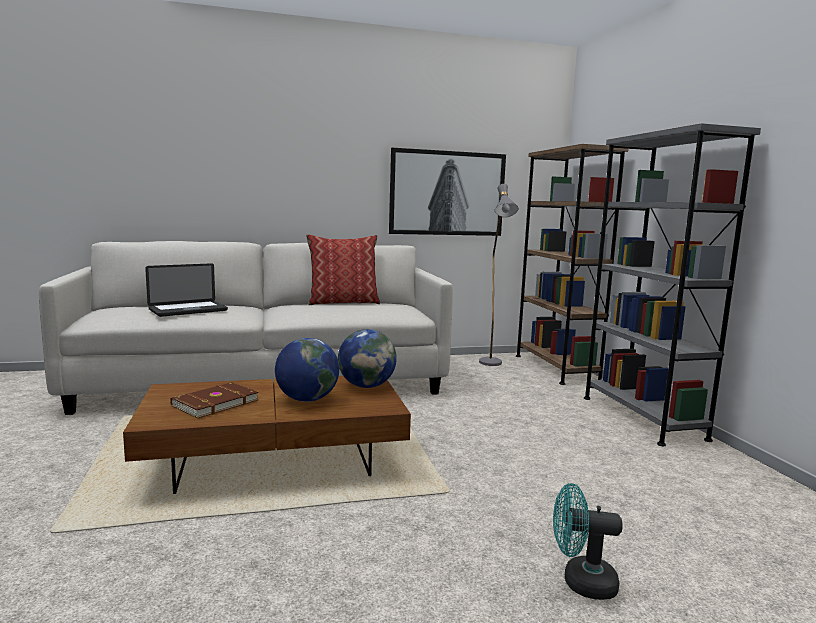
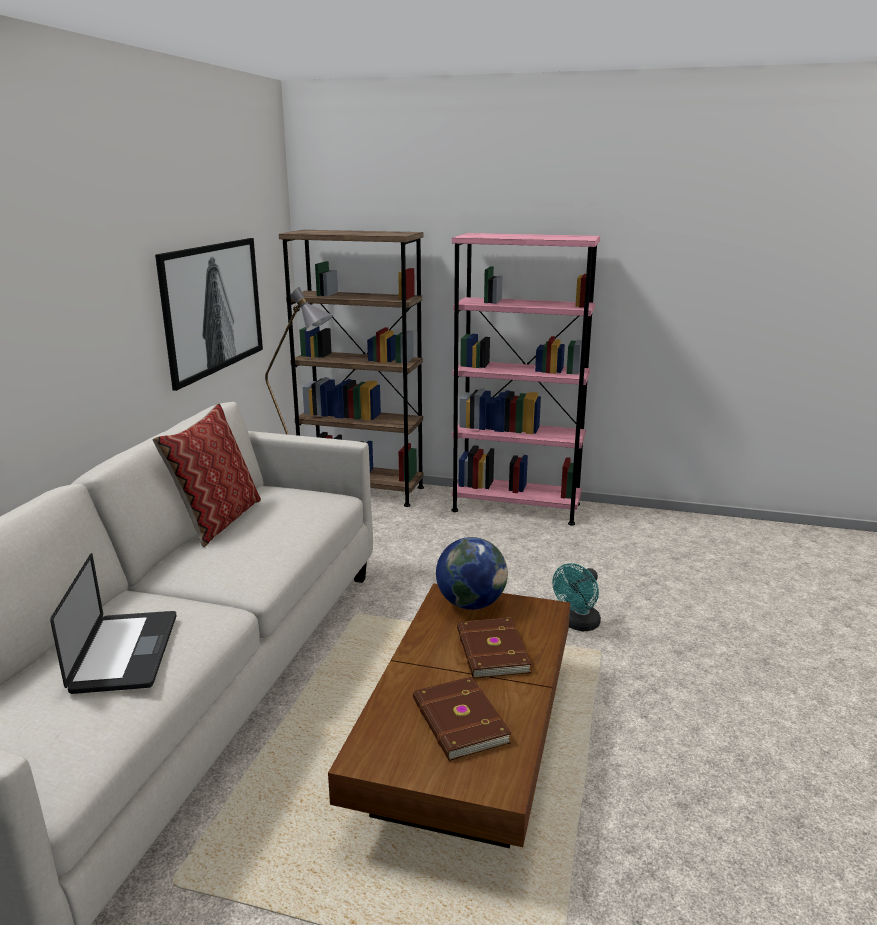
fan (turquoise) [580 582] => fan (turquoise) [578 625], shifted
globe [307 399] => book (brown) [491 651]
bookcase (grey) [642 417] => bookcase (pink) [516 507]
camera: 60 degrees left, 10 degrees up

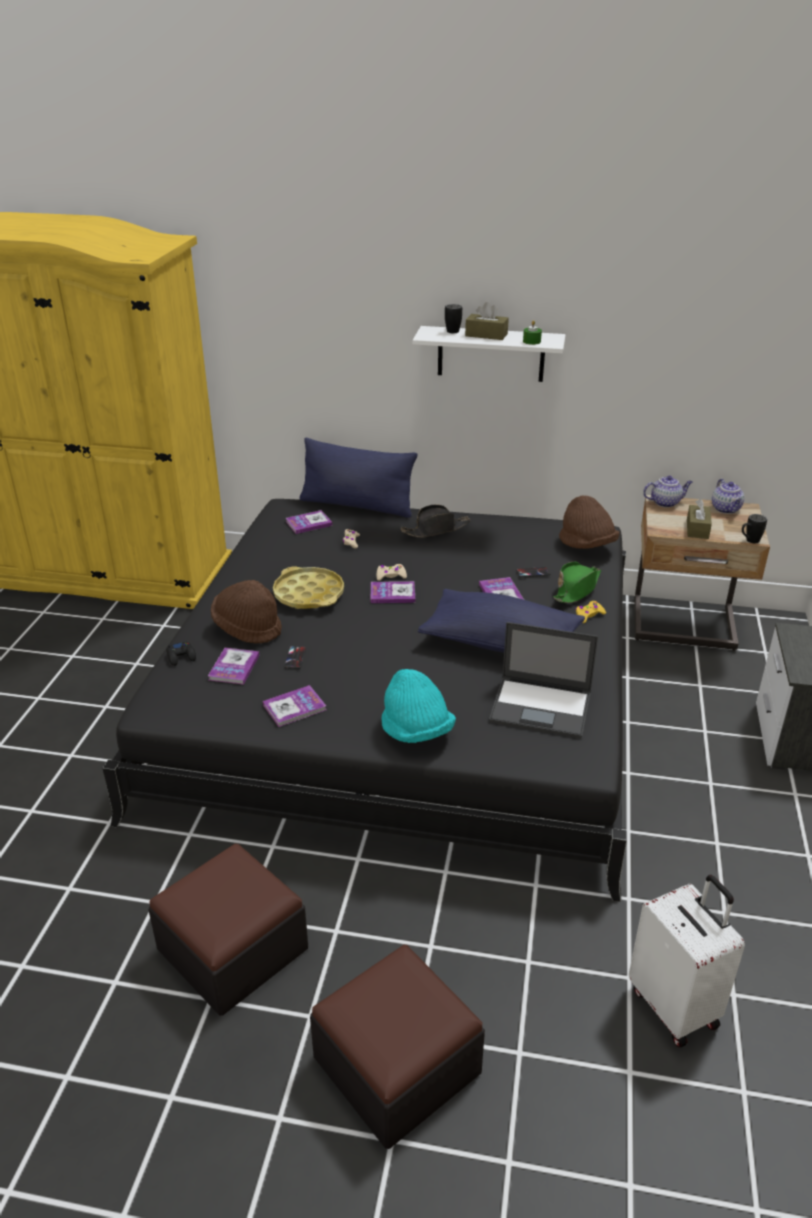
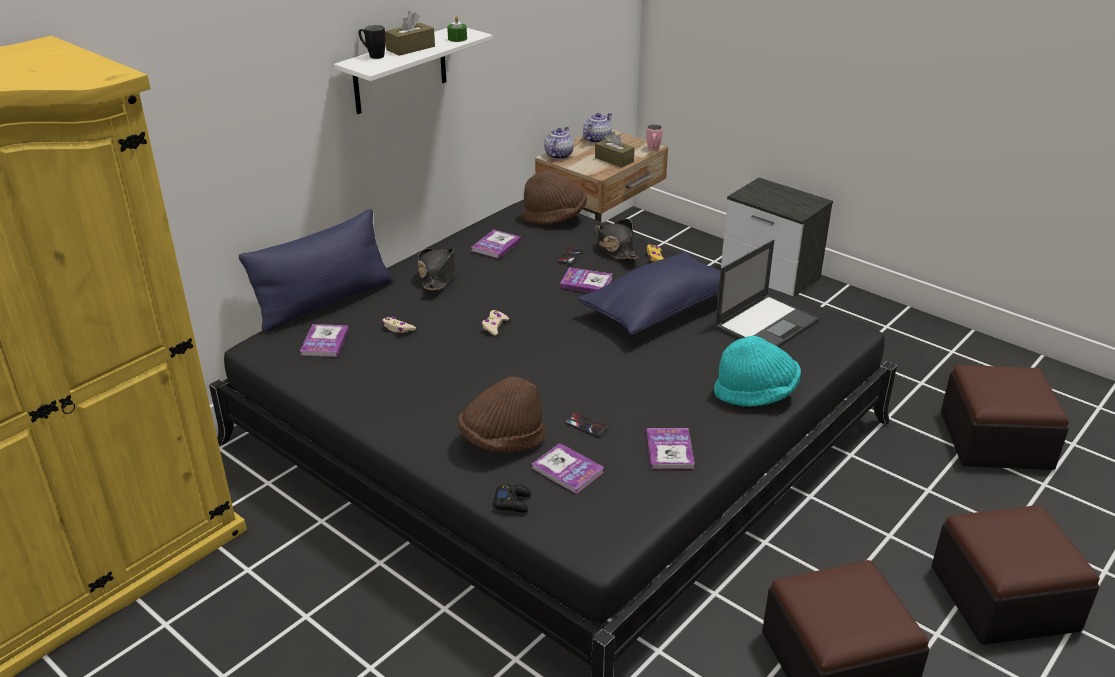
tray (yellow) [309 594] => nothing
book [392 594] => book [496 245], shifted
suitcase (white) [675 1006] => ottoman [995 440]
hat (green) [577 589] => hat (black) [615 247]
mug (black) [749 541] => mug (pink) [653 150]
teapot [726 509] => teapot [597 139], 75 degrees counterclockwise
camera: 60 degrees left, 0 degrees up

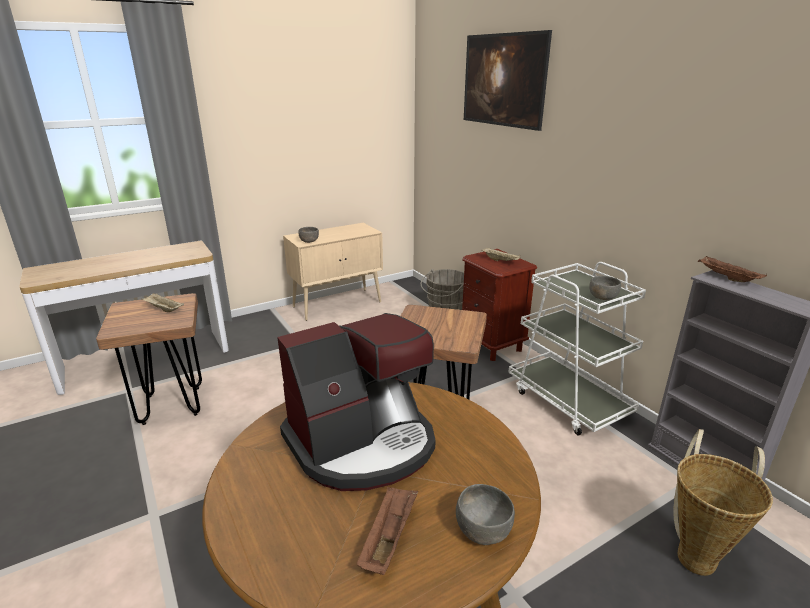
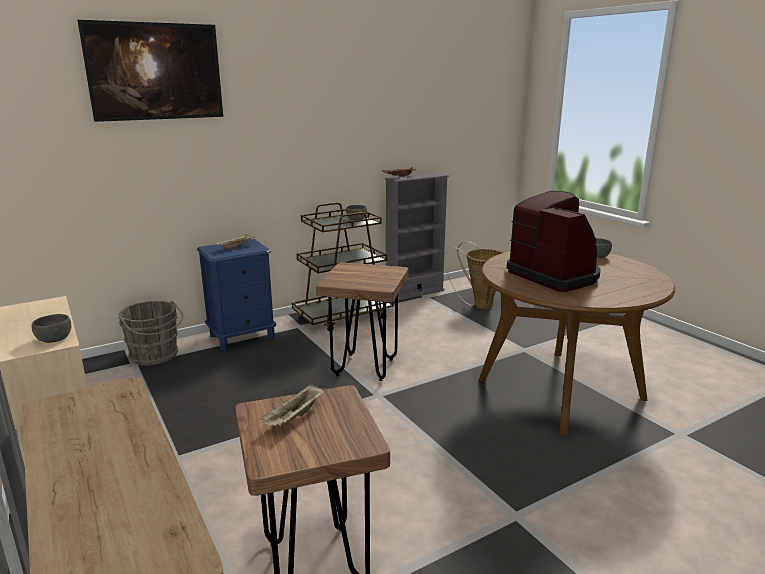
tray (brown) [388 538] => nothing
nightstand (brown) [491 344] => nightstand (blue) [242 336]
cart (white) [568 401] => cart (brown) [343 316]
camera: 90 degrees left, 5 degrees down

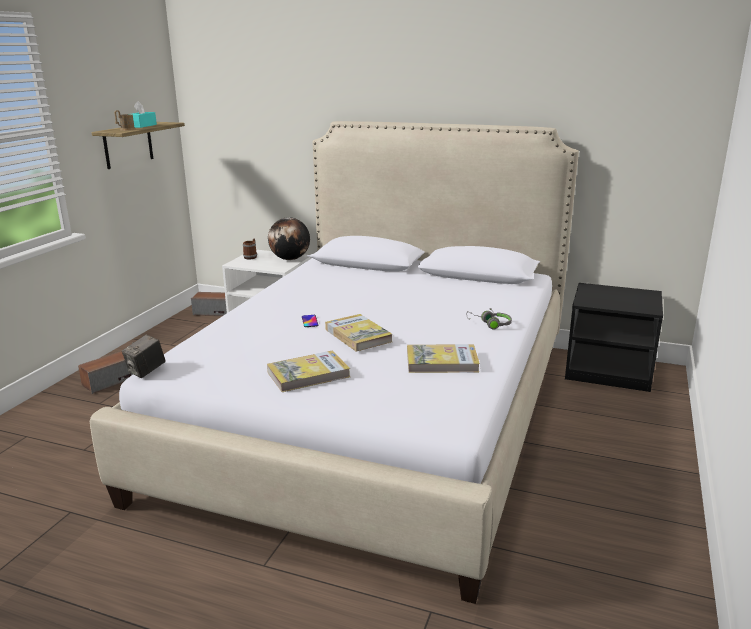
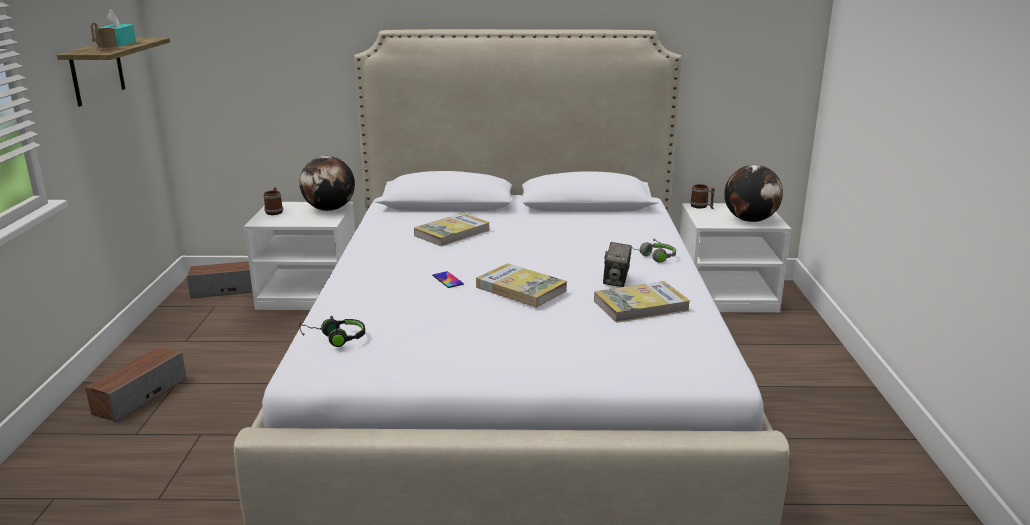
nothing => headphones (black) [335 339]
nothing => mug [702 206]
nothing => globe [750 220]
photo camera [146 371] => photo camera [616 281], shifted
book [308 374] => book [452 233], shifted
nightstand (black) [609 371] => nightstand (white) [726 296]
camera: 20 degrees left, 0 degrees up

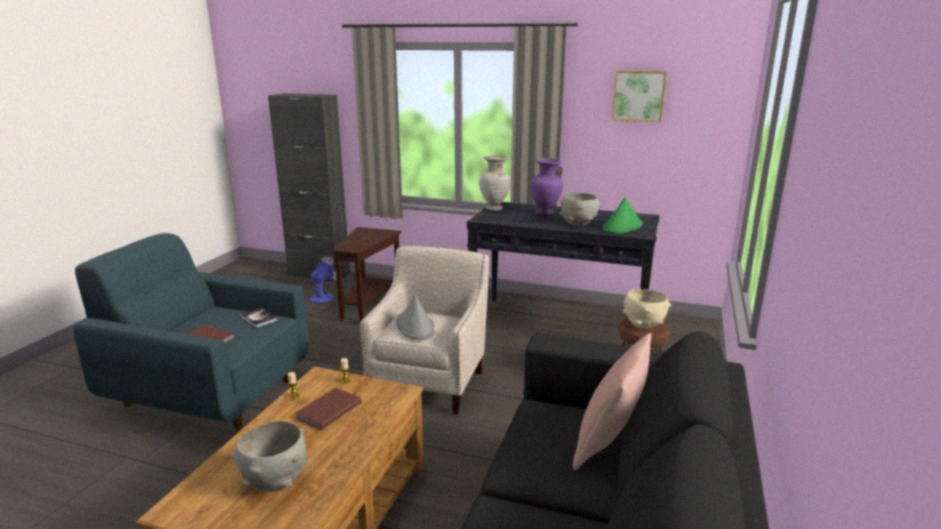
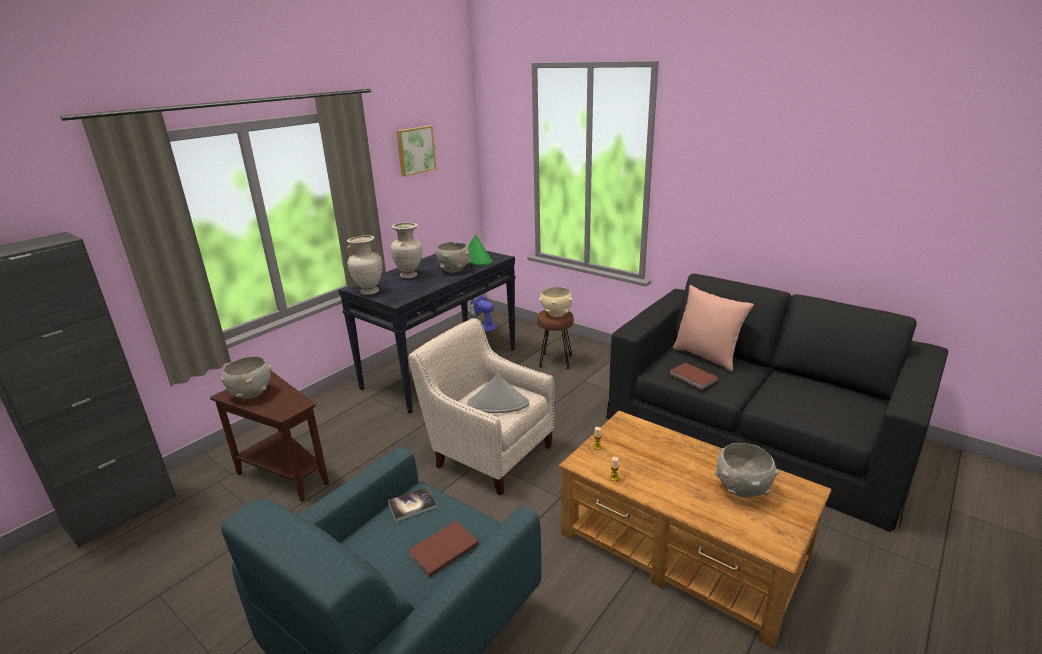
nothing => bowl (grey) [251 394]
book (brown) [327 410] => book (brown) [693 378], shifted
fan [324 296] => fan [483 326], shifted
vase (purple) [545 213] => vase (beige) [409 276]
camera: 70 degrees left, 5 degrees up

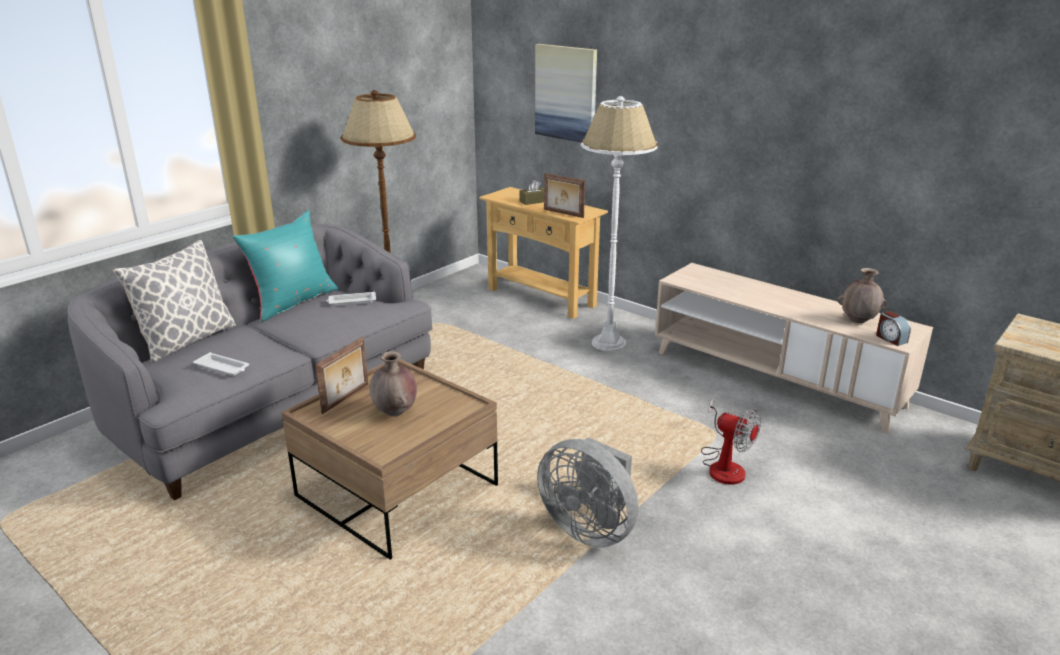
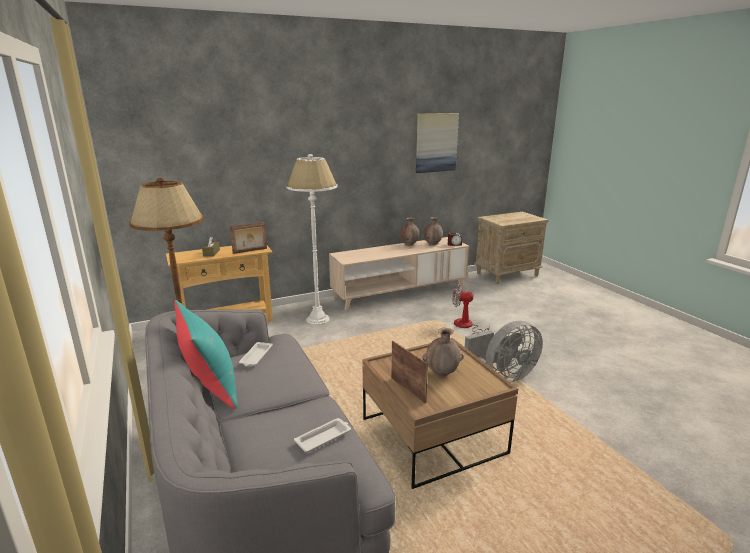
pillow [187 340] => nothing
nothing => vase (brown) [409 244]
picture [566 93] => picture [436 142], shifted
fan [724 465] => fan [466 327], 135 degrees counterclockwise
camera: 65 degrees left, 5 degrees down

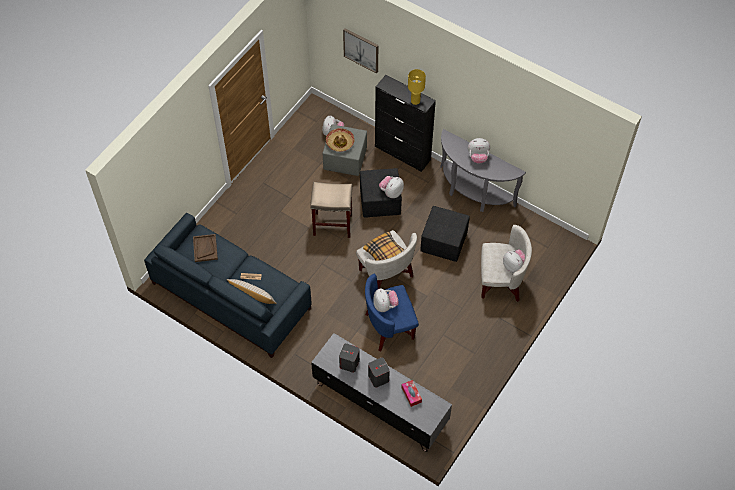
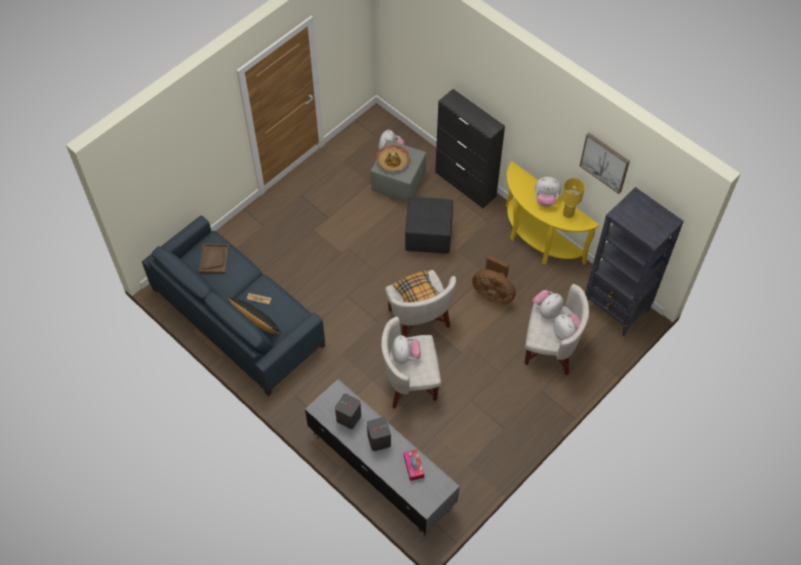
stool (beige) [333 224] => nothing
nothing => bookcase (black) [616 308]
picture [361 50] => picture [605 162], shifted
plush toy [391 192] => plush toy [546 310], shifted
table lamp (yellow) [415 101] => table lamp (yellow) [568 213], shifted
ottoman (black) [444 243] => fan (brown) [493 293]
pillow (beige) [252 296] => pillow (black) [256 322]
armchair (blue) [389 327] => armchair (white) [410 382]
console table (grey) [472 193] => console table (yellow) [537 241]
camera: 10 degrees right, 0 degrees up

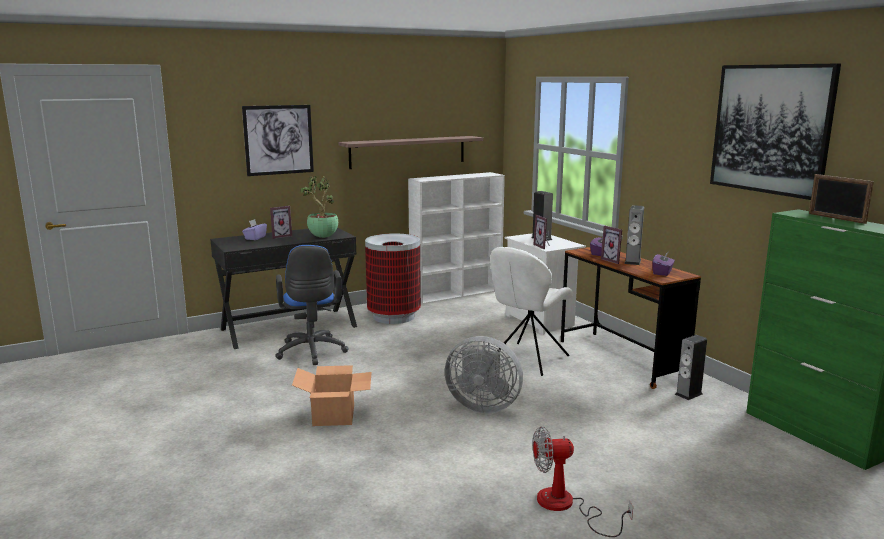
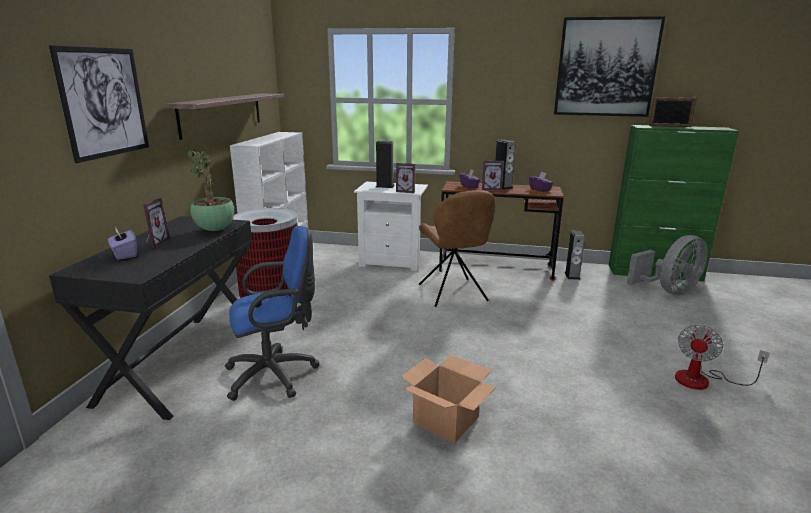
fan (grey) [482 406] => fan (grey) [668 291], shifted
chair (white) [527 360] => chair (brown) [453 294]
office chair (blue) [311 353] => office chair (blue) [276 374], 45 degrees counterclockwise
camera: 50 degrees left, 5 degrees up

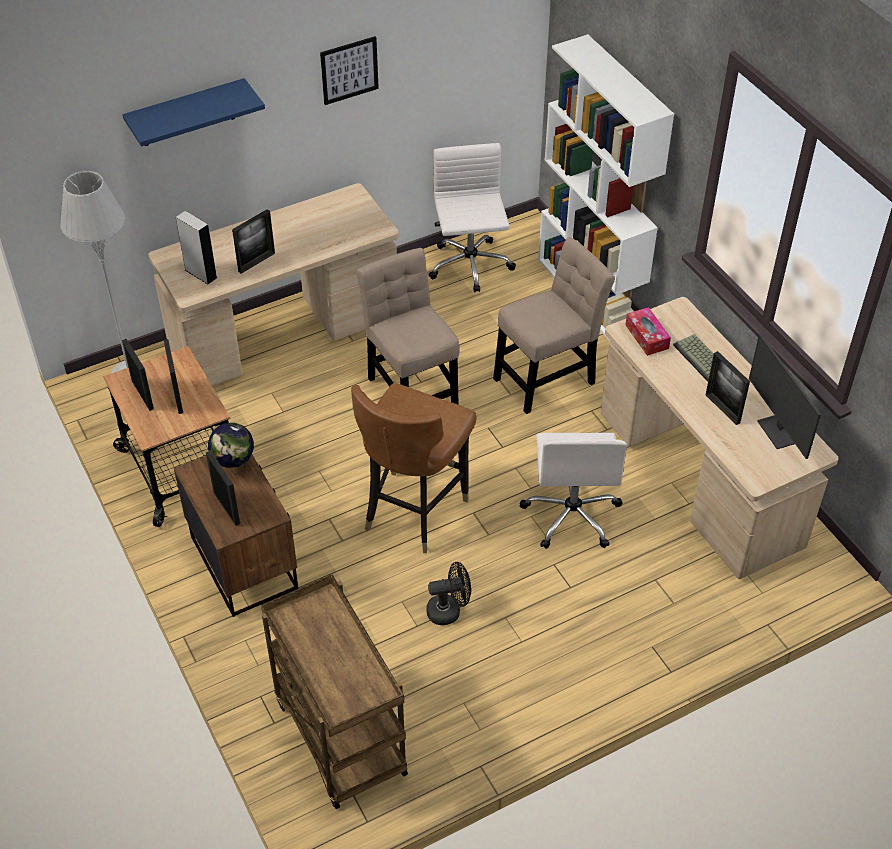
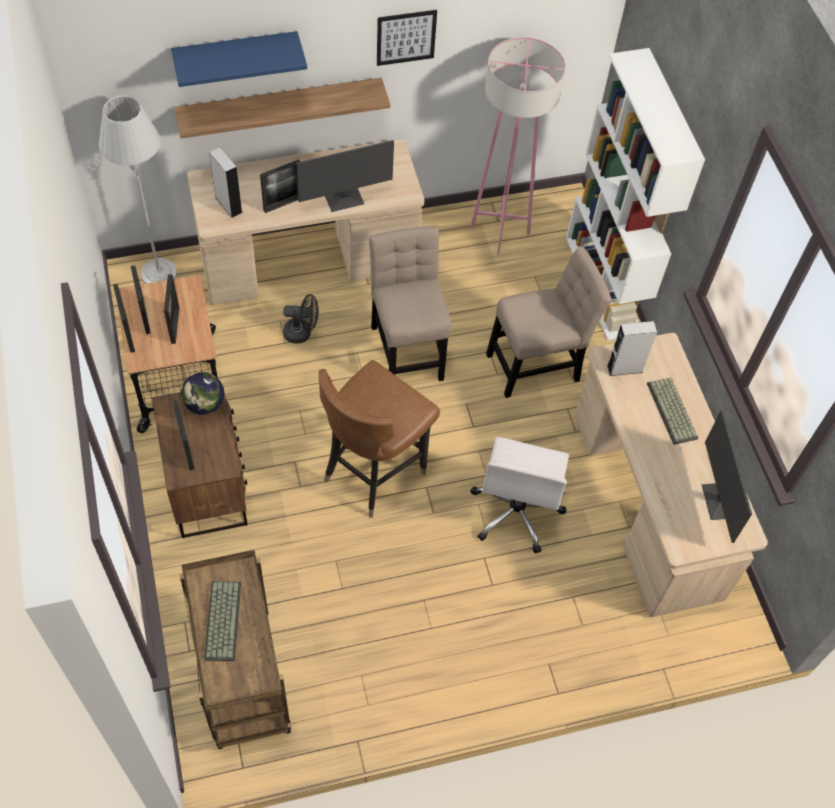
nothing => shelf [280 106]
nothing => keyboard [221 620]
nothing => monitor [344 198]
fan (black) [449 610] => fan (black) [302 333], shifted
picture frame [722 409] => picture frame [128 334], shifted
office chair (white) [470 266] => floor lamp (pink) [499 231]
tissue box [647 336] => speaker (grey) [624 368]
camera: 10 degrees right, 10 degrees up

